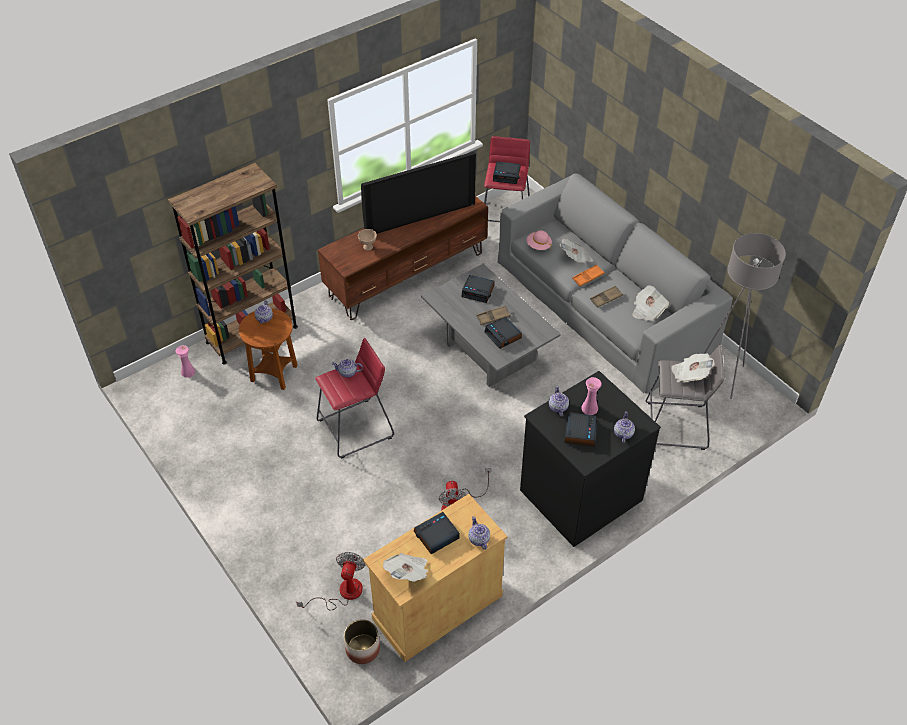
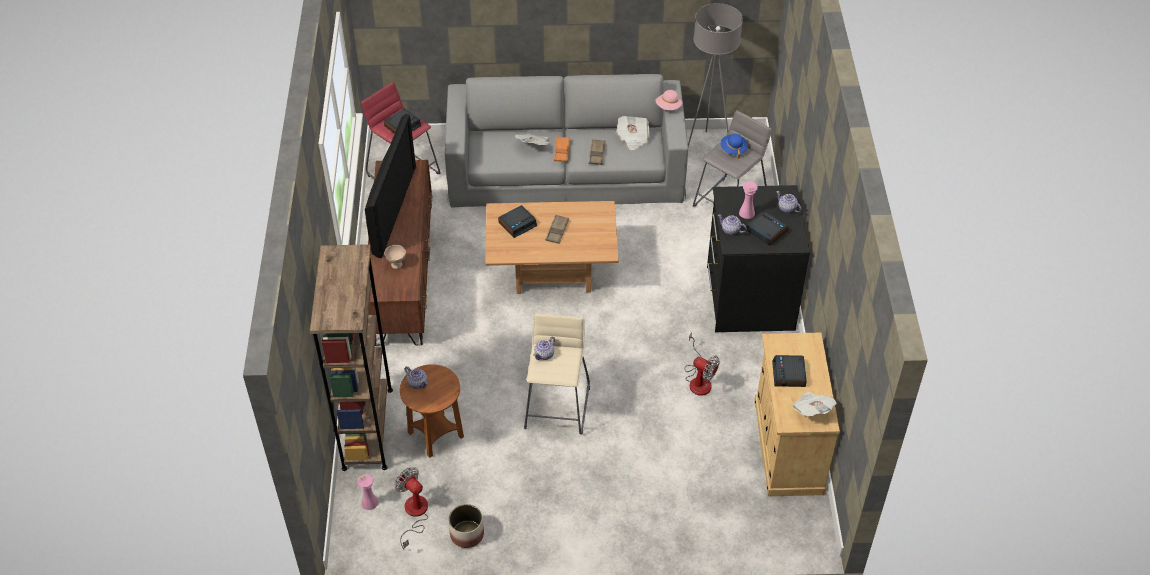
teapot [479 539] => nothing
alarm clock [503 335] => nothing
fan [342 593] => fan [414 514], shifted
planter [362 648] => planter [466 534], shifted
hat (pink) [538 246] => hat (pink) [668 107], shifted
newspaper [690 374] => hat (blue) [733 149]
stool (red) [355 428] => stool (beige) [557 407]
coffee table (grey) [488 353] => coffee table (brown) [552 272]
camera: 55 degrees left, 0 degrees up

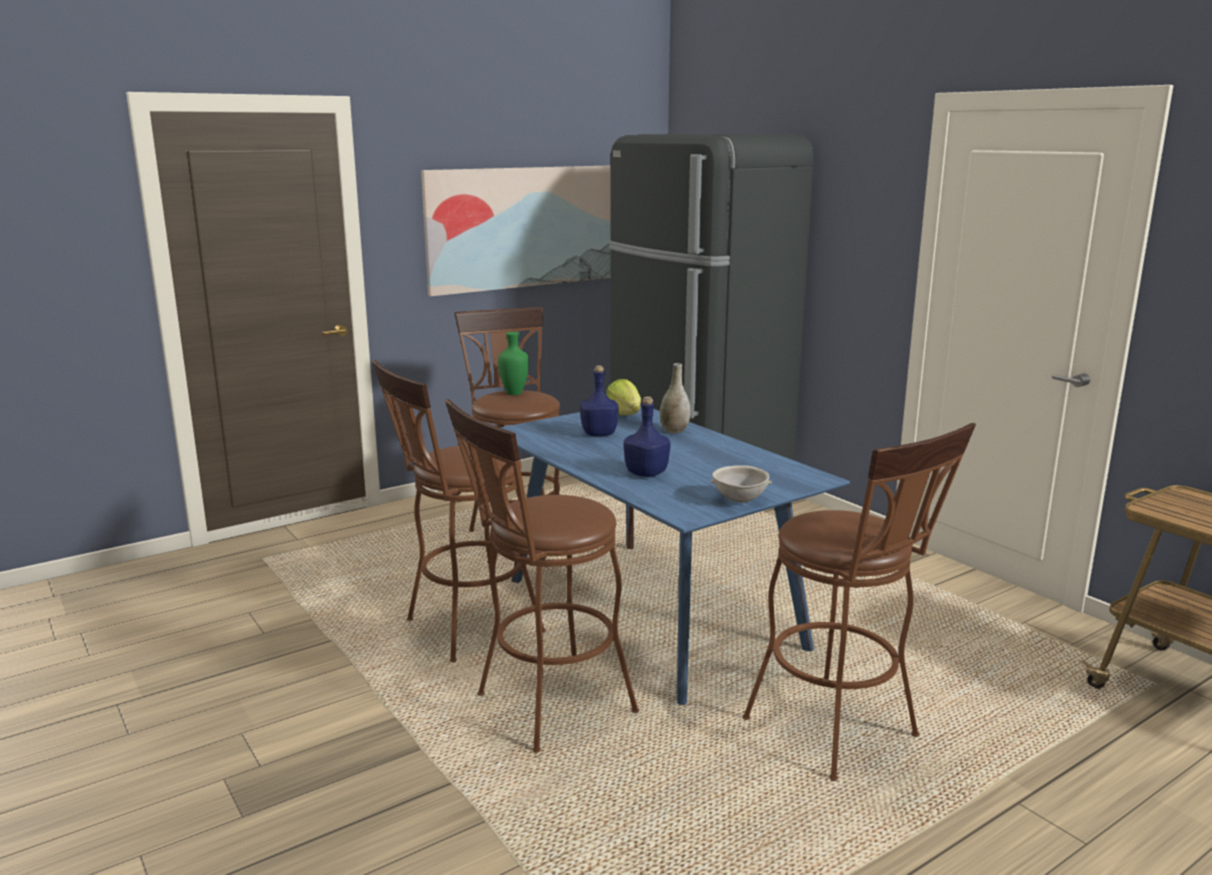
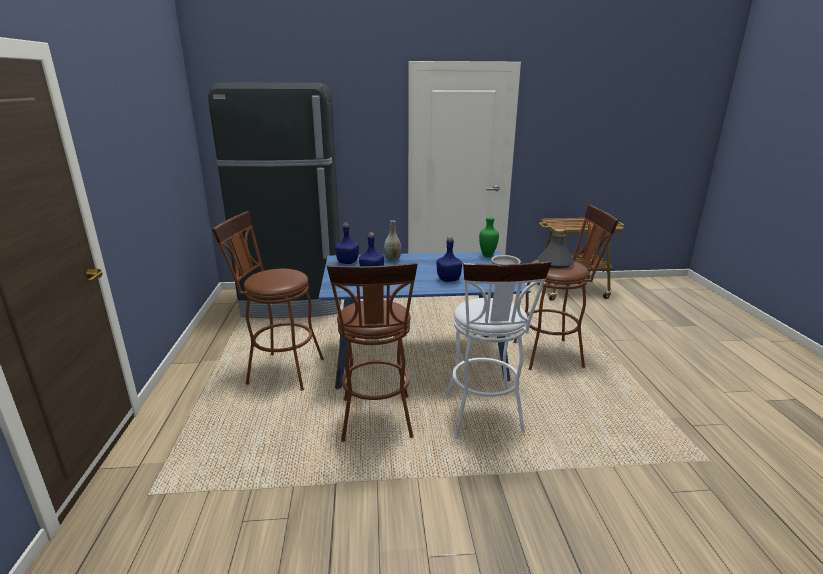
picture [530 227] => nothing
nothing => bottle (grey) [555 263]
vase (green) [515 393] => vase (green) [487 255], shifted
lettuce [625 414] => bottle (blue) [348 262]
stool (brown) [545 708] => stool (white) [485 419]
camera: 60 degrees left, 5 degrees up

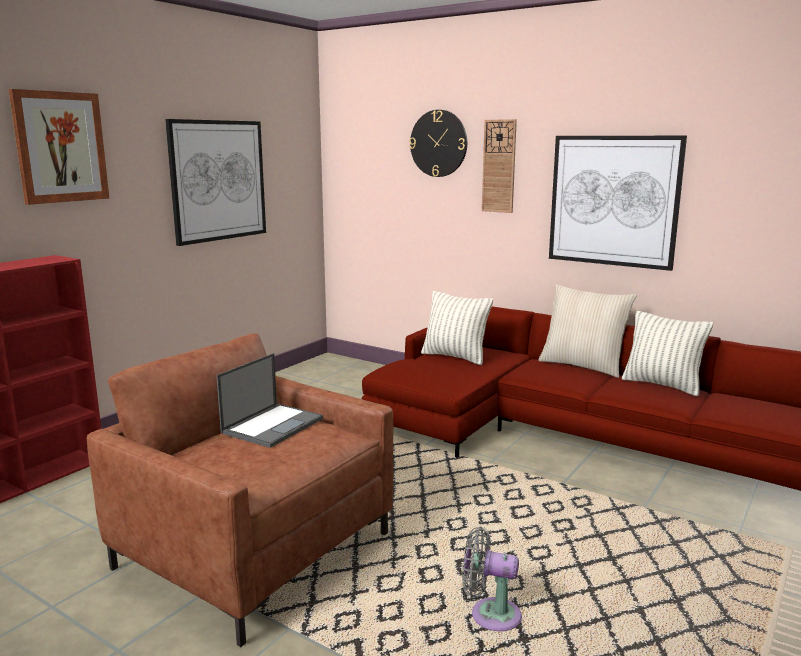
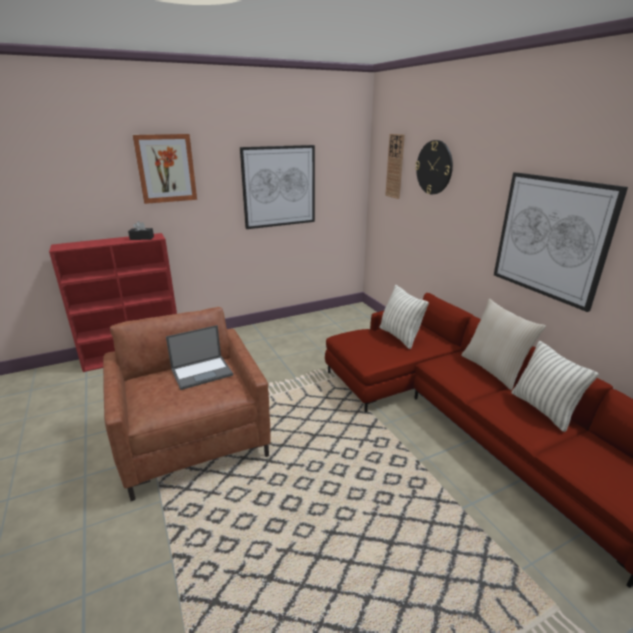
fan (grey) [490 614] => nothing
nothing => tissue box (black) [142 238]
wall clock [499 166] => wall clock [395 166], shifted
camera: 30 degrees right, 10 degrees up

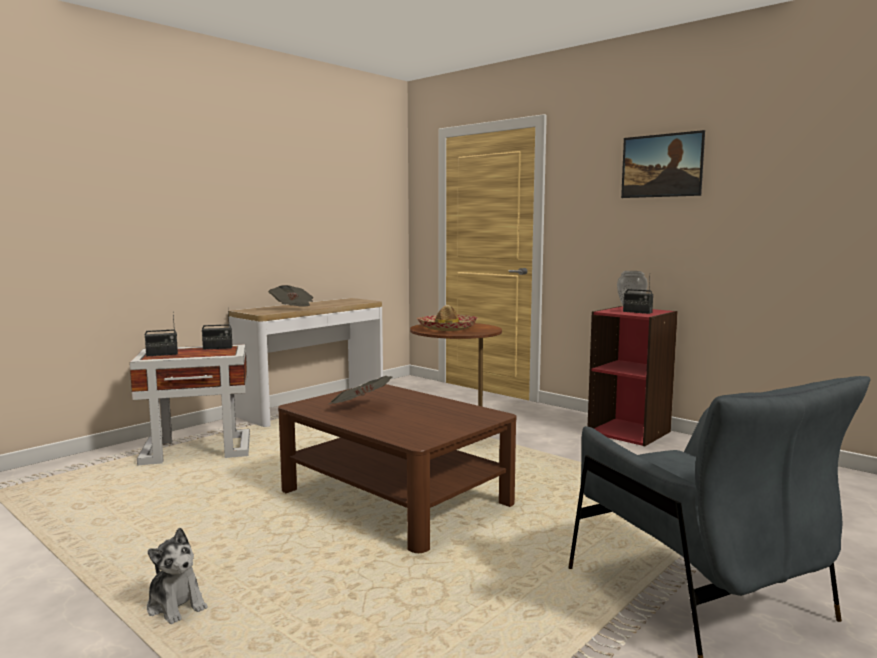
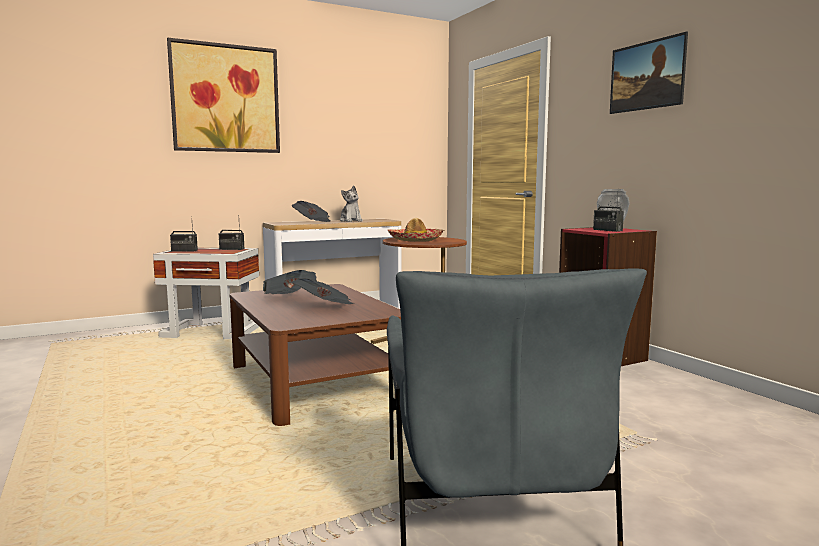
nothing => picture [225 98]
nothing => newspaper [325 308]
plush toy [176 605] => plush toy [351 221], shifted
camera: 20 degrees right, 0 degrees up

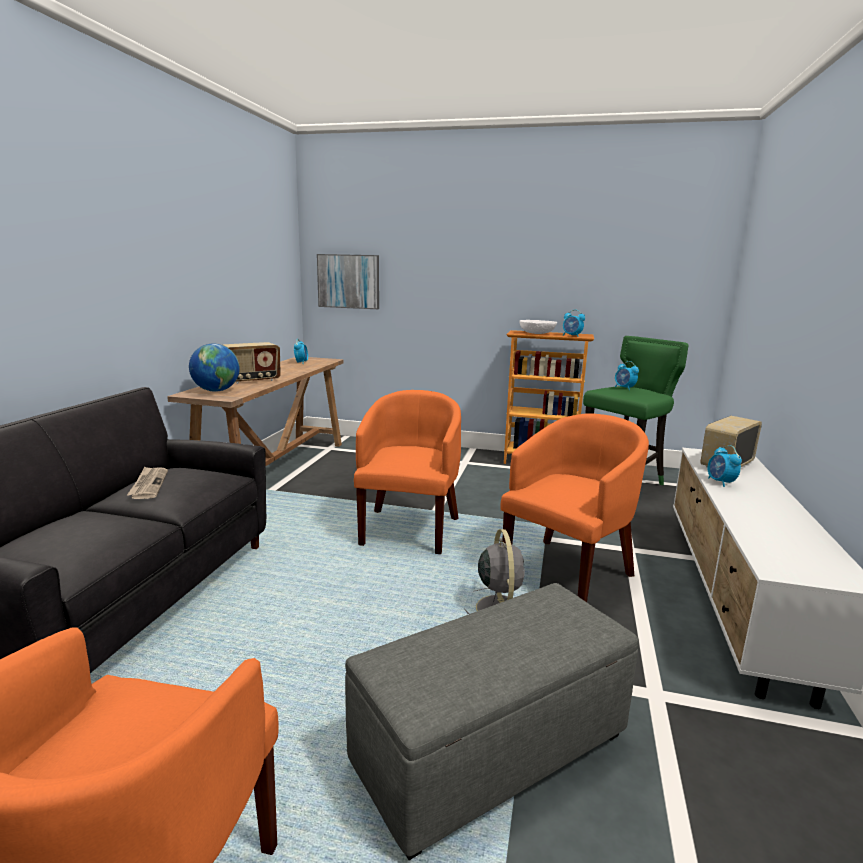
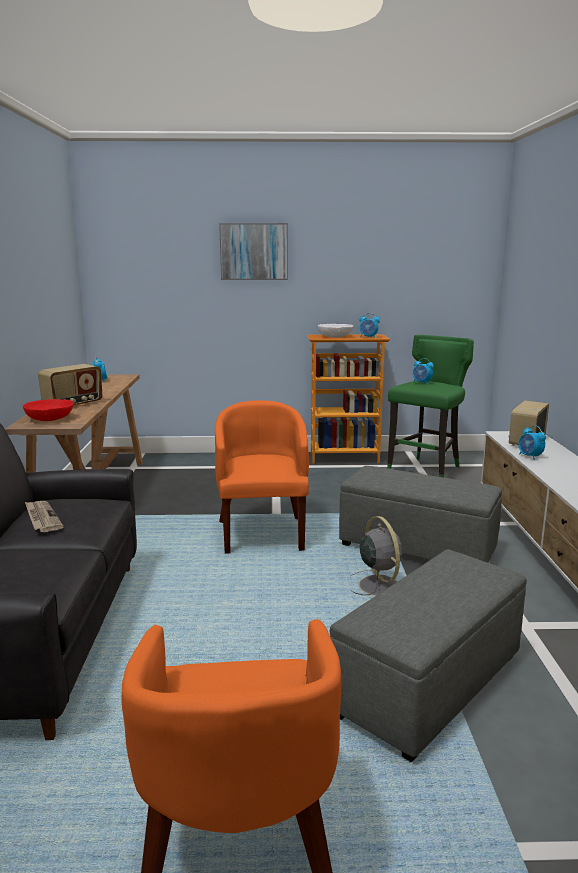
picture [348 281] => picture [254 251], shifted
globe [216 391] => bowl (red) [50 419]
armchair (orange) [568 571] => ottoman (grey) [418 548]
camera: 15 degrees left, 0 degrees up

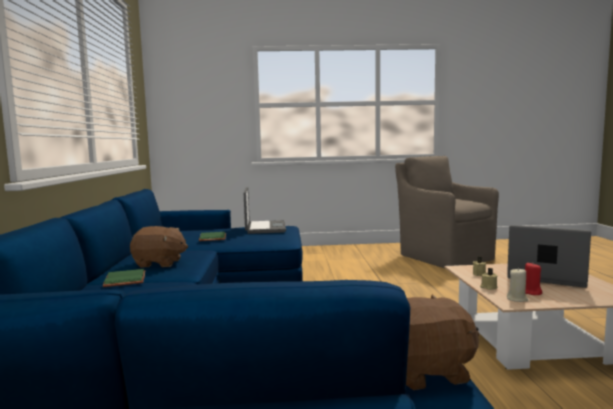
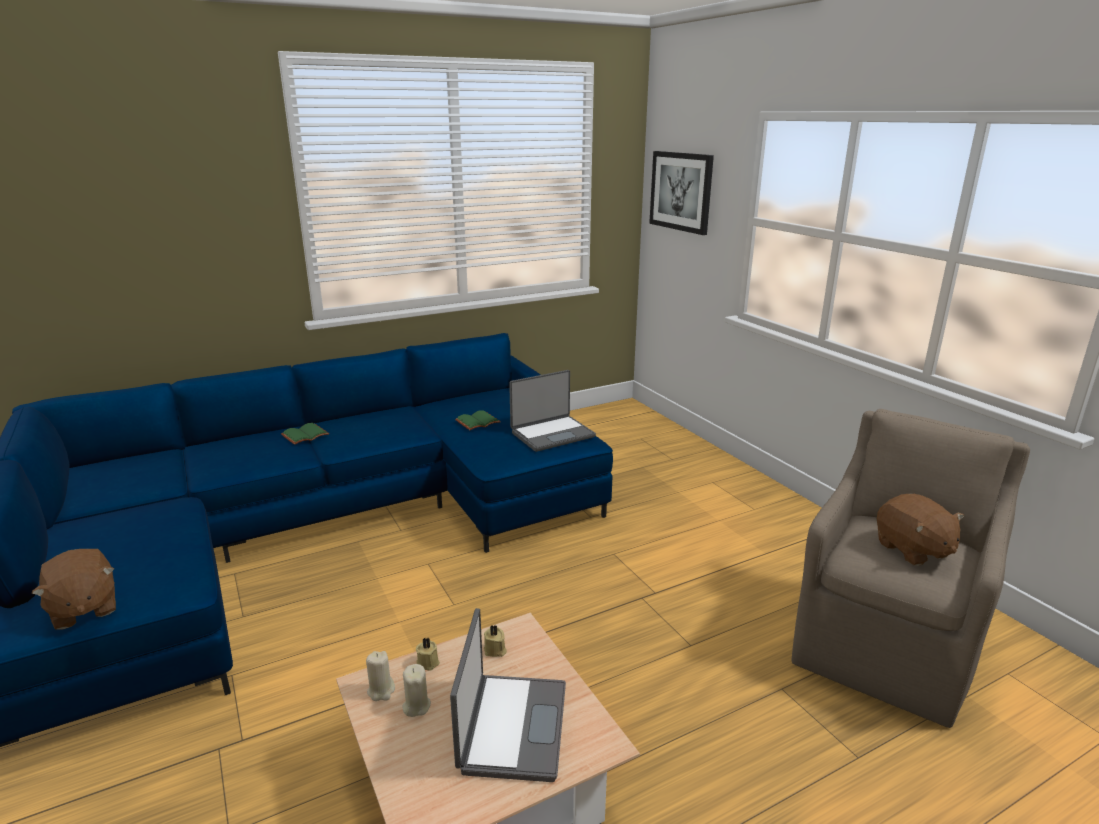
nothing => picture [681 191]
plush toy (brown) [159 263] => plush toy (brown) [912 550], shifted
candle (red) [531 292] => candle (beige) [416 706]
camera: 65 degrees right, 15 degrees up

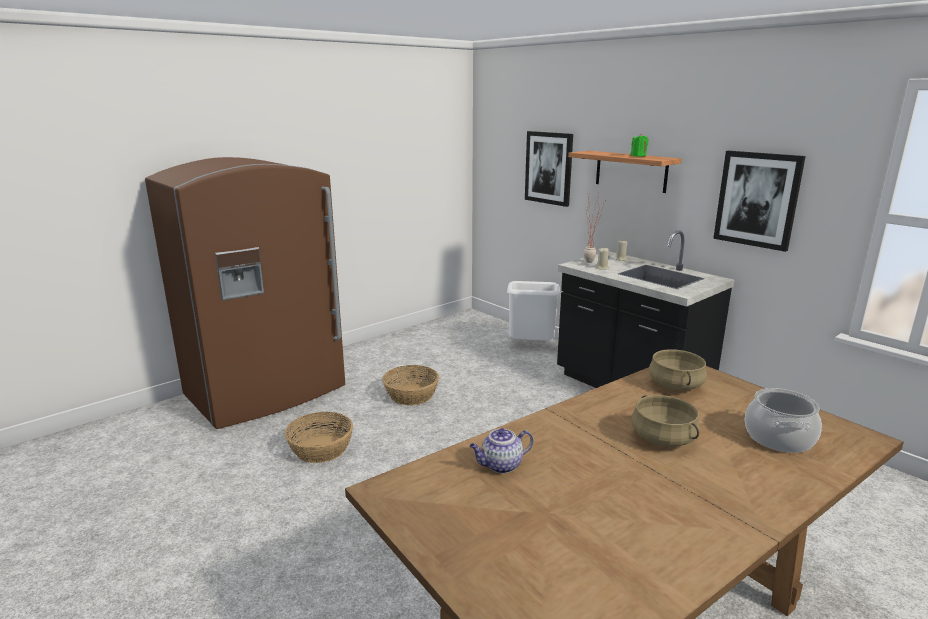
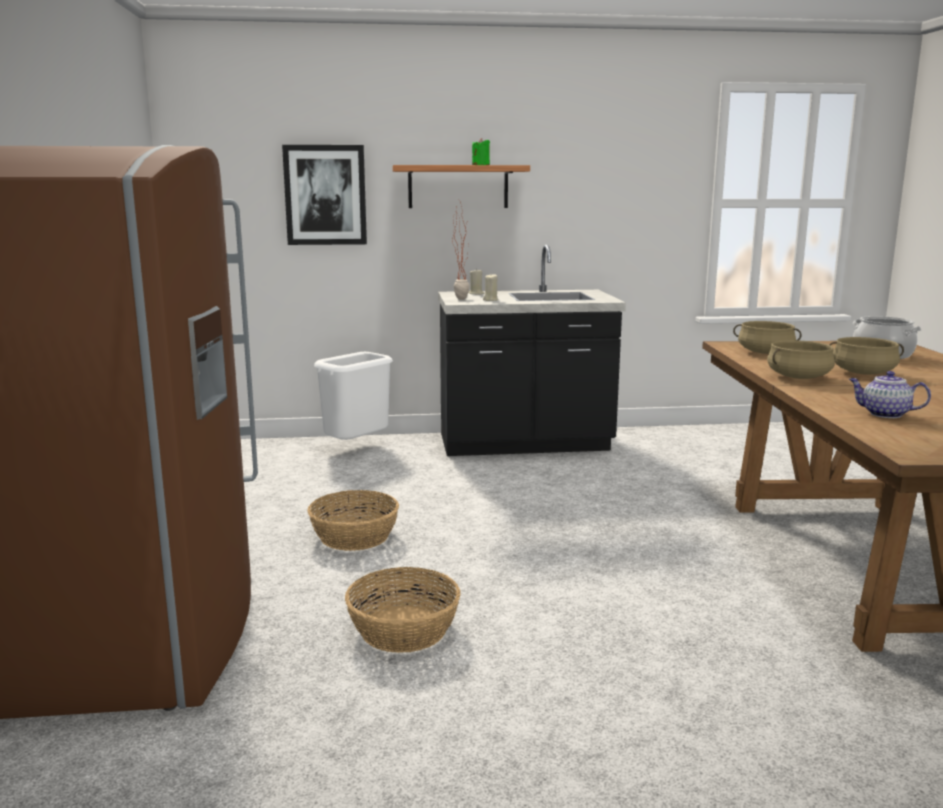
picture [757 199] => nothing
nothing => cooking pot (beige) [798 377]
teapot [500 465] => teapot [884 414], 105 degrees clockwise
camera: 55 degrees left, 5 degrees down

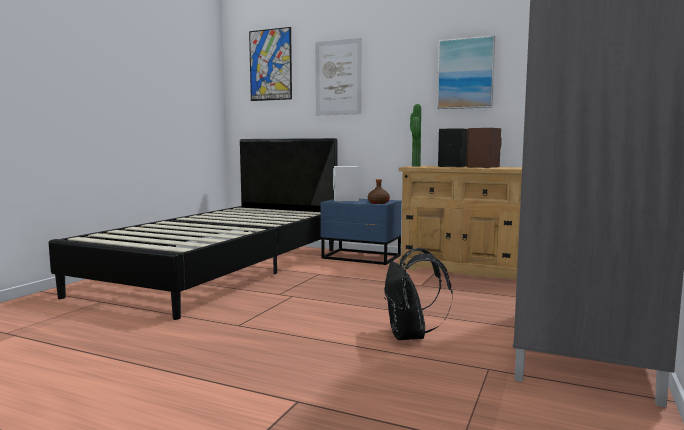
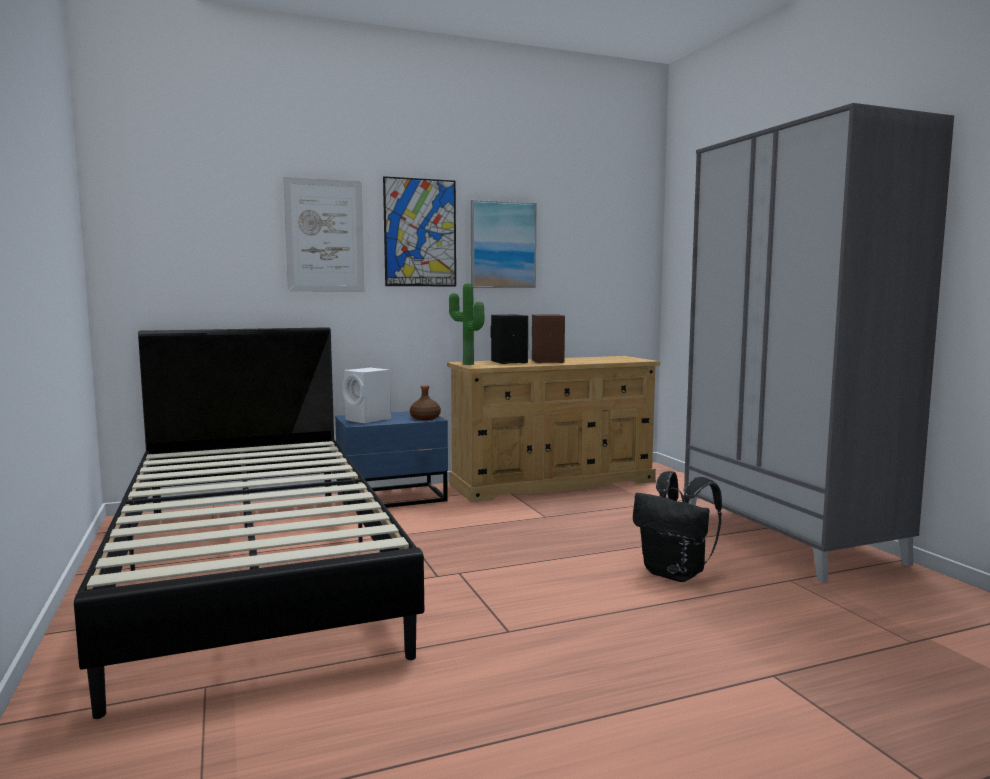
picture [270 65] => picture [420 233], shifted
camera: 45 degrees left, 0 degrees up

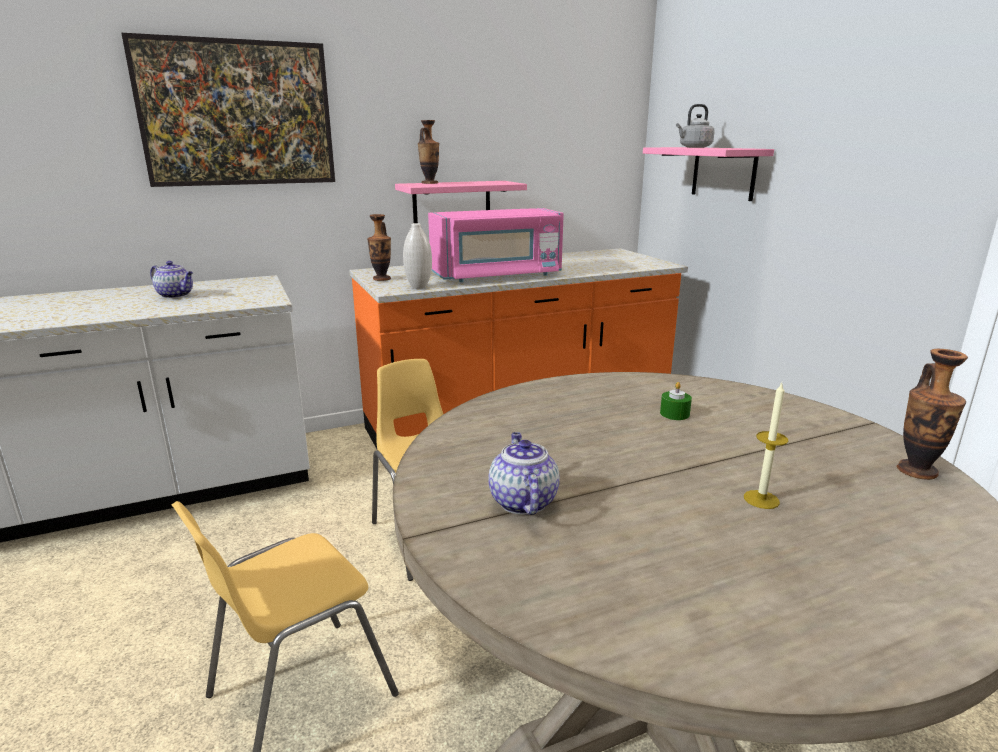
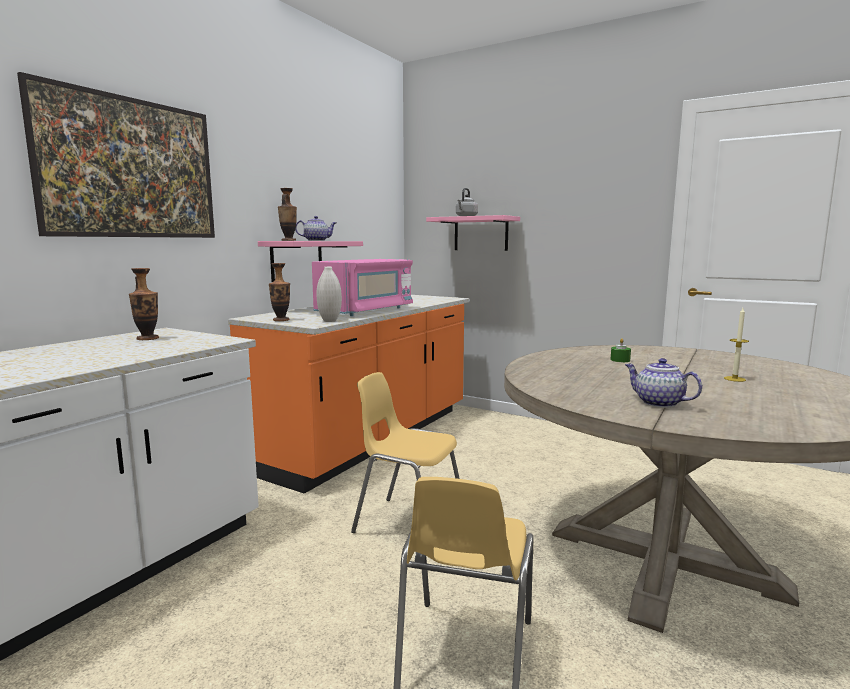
teapot [176 295] => teapot [317 240], shifted
vase [917 471] => vase [147 338], shifted
camera: 35 degrees left, 10 degrees down

